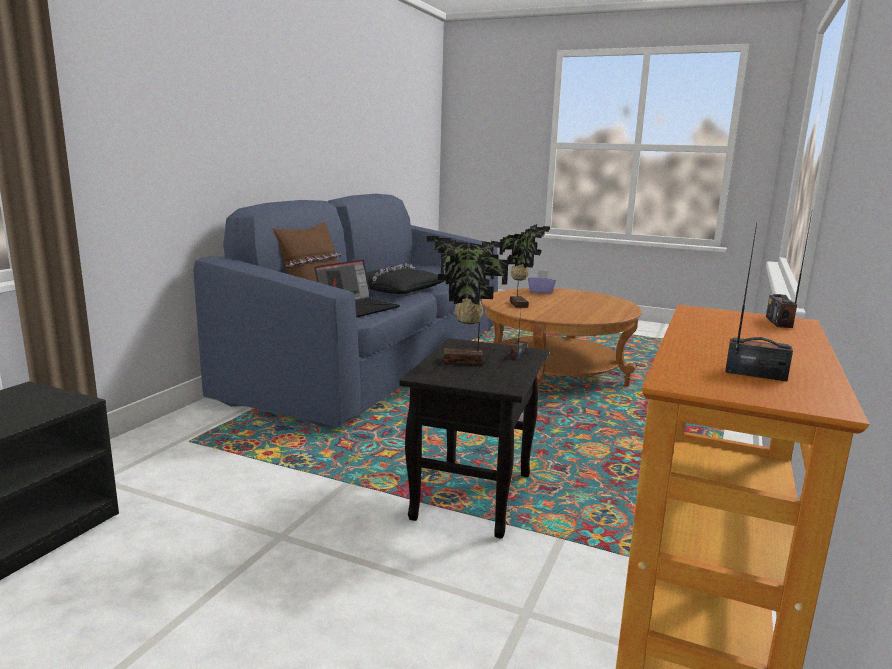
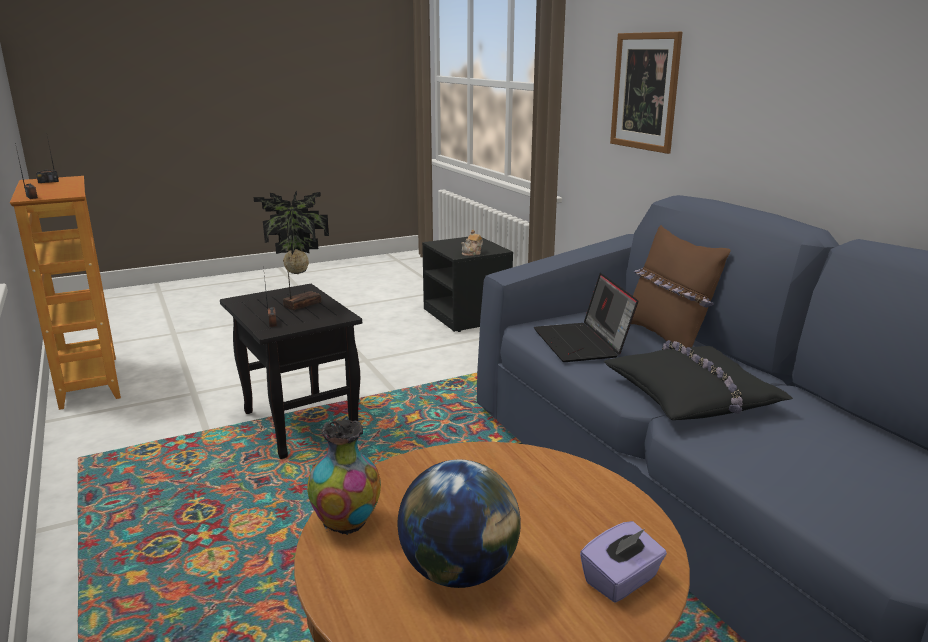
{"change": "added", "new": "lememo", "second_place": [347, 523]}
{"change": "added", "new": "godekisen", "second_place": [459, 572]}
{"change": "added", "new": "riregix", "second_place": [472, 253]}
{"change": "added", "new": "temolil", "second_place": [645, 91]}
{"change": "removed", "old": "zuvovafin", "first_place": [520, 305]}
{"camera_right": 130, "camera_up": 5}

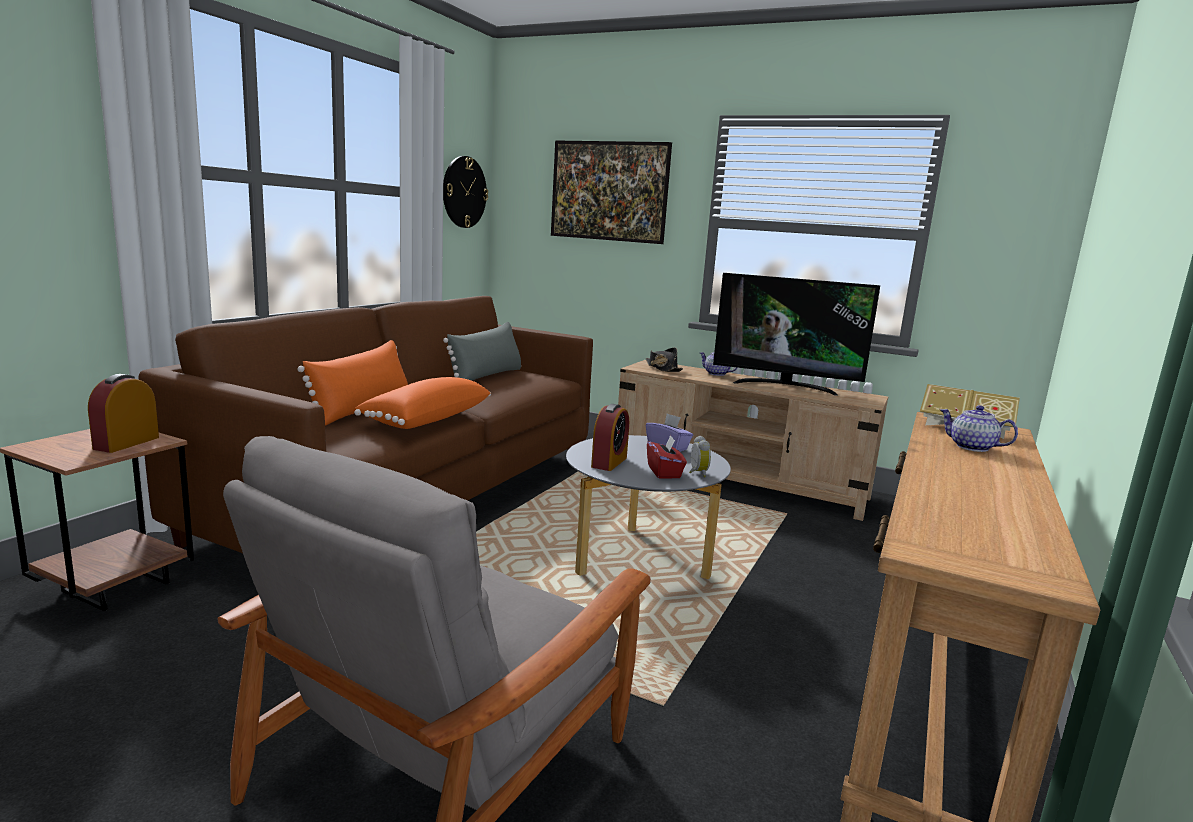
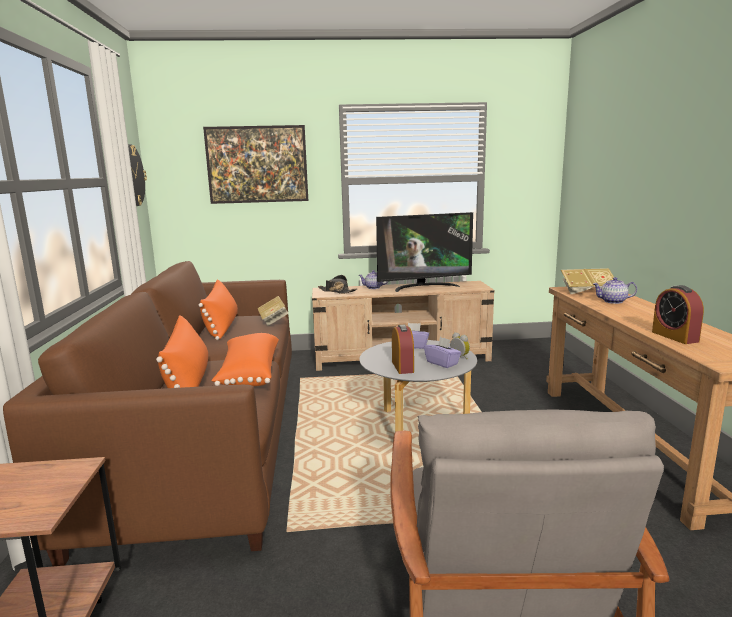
{"change": "recoloured", "old": "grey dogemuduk", "new": "orange dogemuduk", "first_place": [486, 376], "second_place": [222, 326]}
{"change": "added", "new": "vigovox", "second_place": [273, 320]}
{"change": "recoloured", "old": "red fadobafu", "new": "purple fadobafu", "first_place": [664, 472], "second_place": [442, 363]}
{"change": "moved", "old": "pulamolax", "first_place": [126, 443], "second_place": [674, 337]}
{"camera_right": -30, "camera_up": 0}

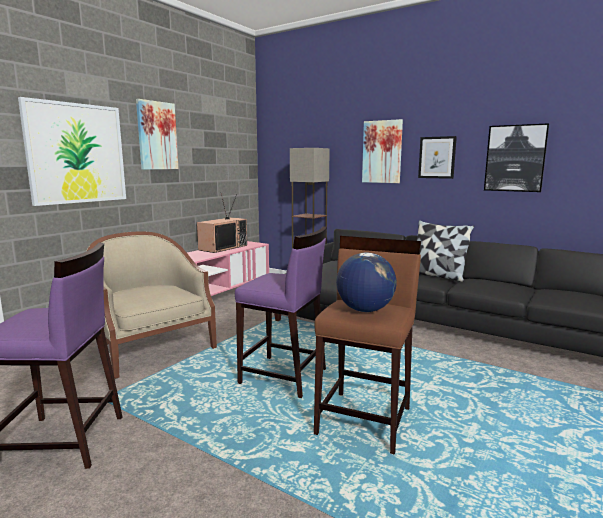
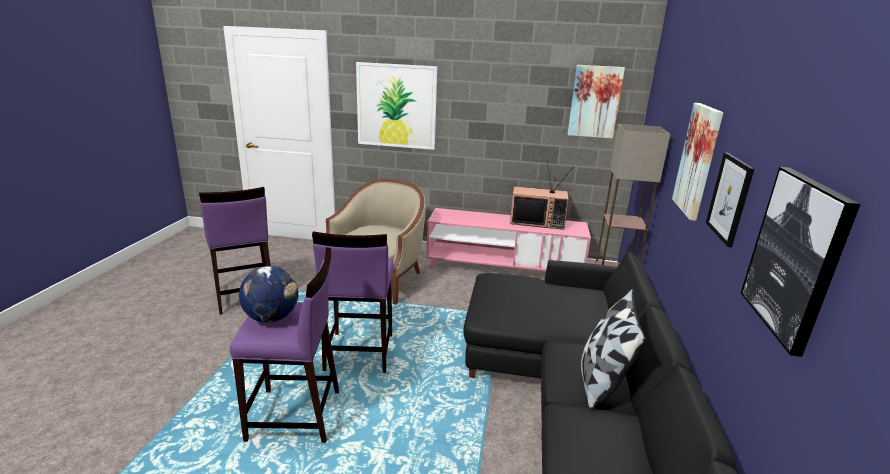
{"change": "recoloured", "old": "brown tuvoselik", "new": "purple tuvoselik", "first_place": [365, 421], "second_place": [295, 416]}
{"change": "moved", "old": "temolil", "first_place": [157, 135], "second_place": [594, 101]}
{"camera_right": 65, "camera_up": 10}

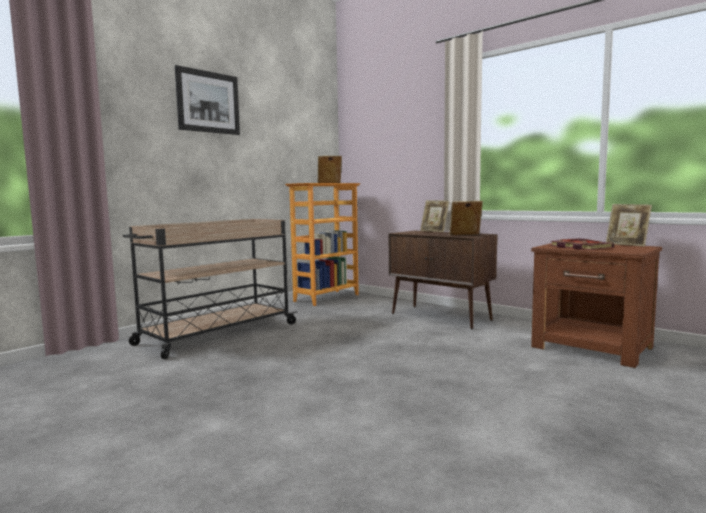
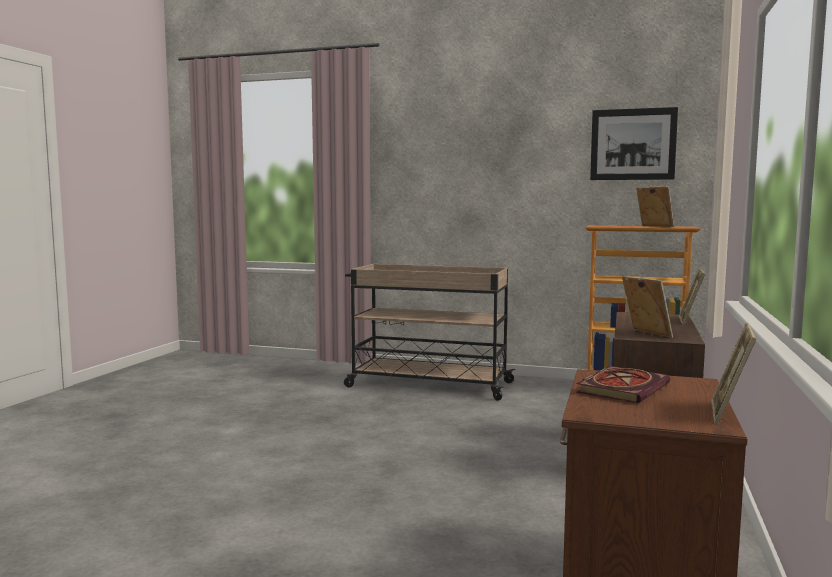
{"change": "moved", "old": "temolil", "first_place": [208, 102], "second_place": [633, 144]}
{"camera_right": 65, "camera_up": 0}

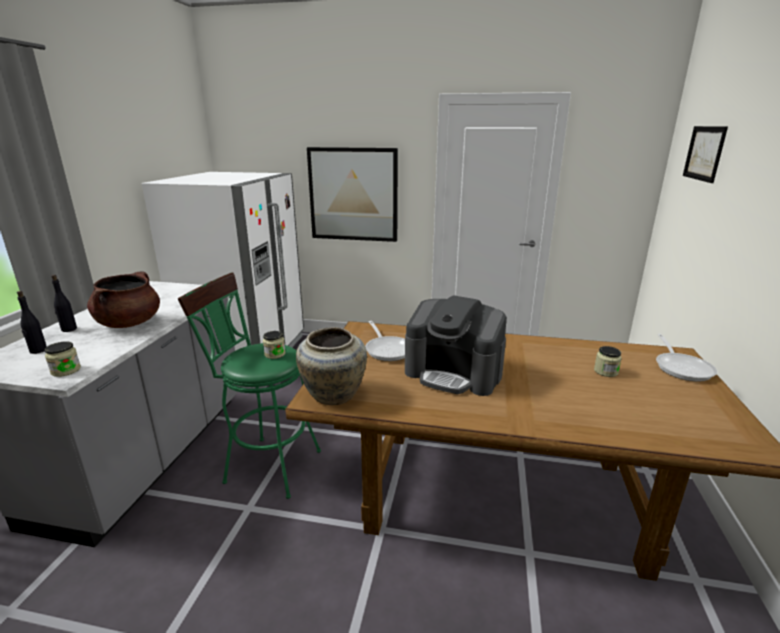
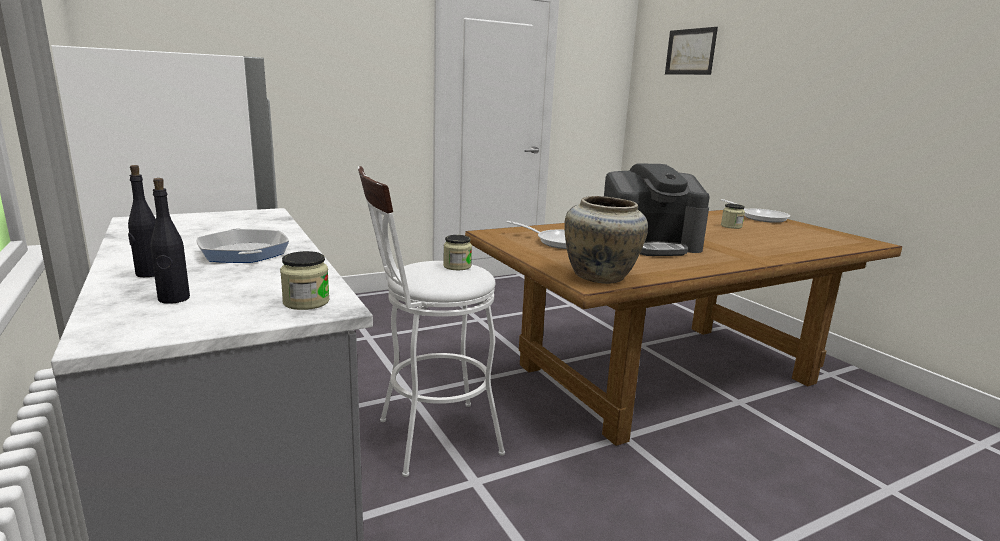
{"change": "replaced", "old": "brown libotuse", "new": "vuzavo", "first_place": [129, 323], "second_place": [244, 253]}
{"change": "recoloured", "old": "green tuvoselik", "new": "white tuvoselik", "first_place": [266, 464], "second_place": [428, 439]}
{"change": "removed", "old": "temolil", "first_place": [353, 194]}
{"camera_right": -40, "camera_up": -5}

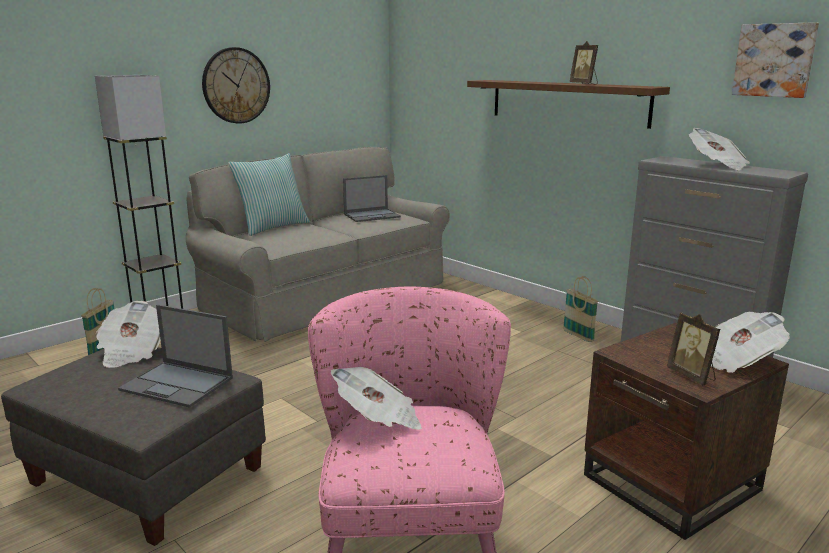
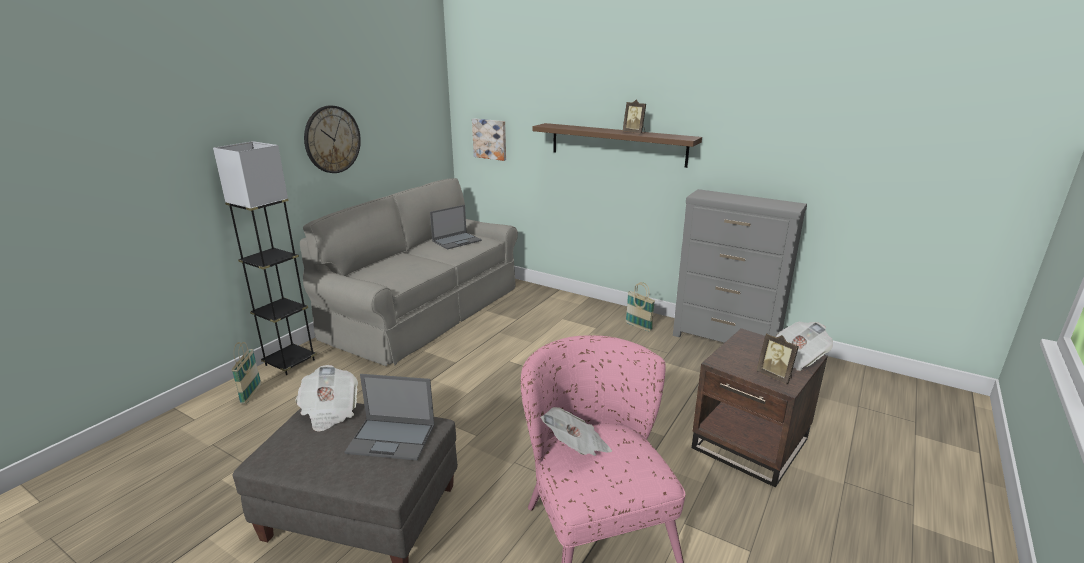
{"change": "moved", "old": "temolil", "first_place": [774, 60], "second_place": [490, 139]}
{"change": "removed", "old": "dogemuduk", "first_place": [272, 227]}
{"change": "removed", "old": "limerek", "first_place": [717, 165]}
{"camera_right": -15, "camera_up": 5}

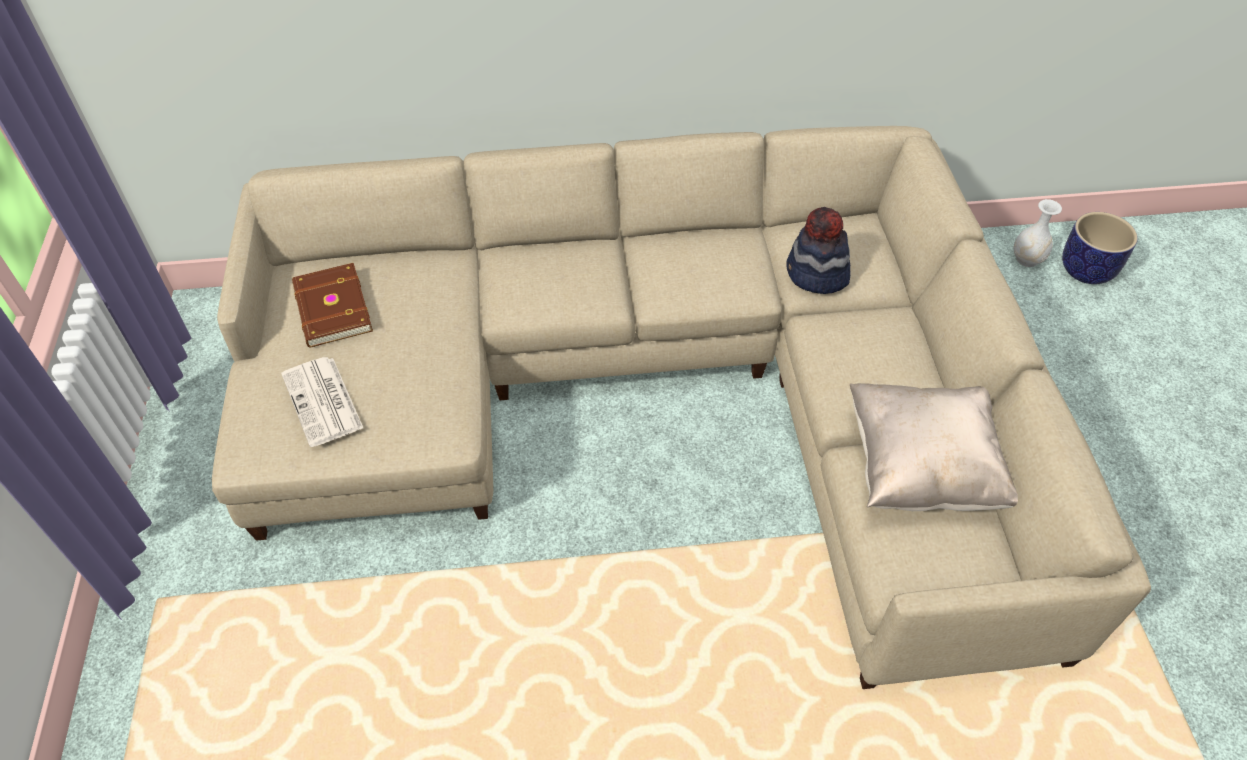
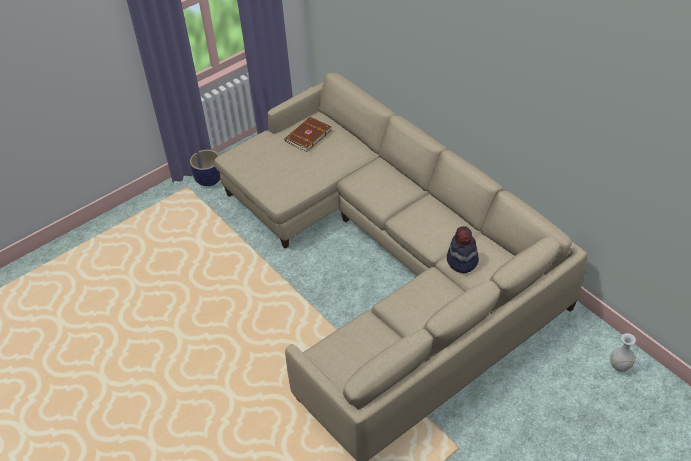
{"change": "moved", "old": "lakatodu", "first_place": [1086, 270], "second_place": [209, 179]}
{"change": "removed", "old": "limerek", "first_place": [323, 402]}
{"change": "removed", "old": "beige dogemuduk", "first_place": [921, 468]}
{"camera_right": 60, "camera_up": -5}

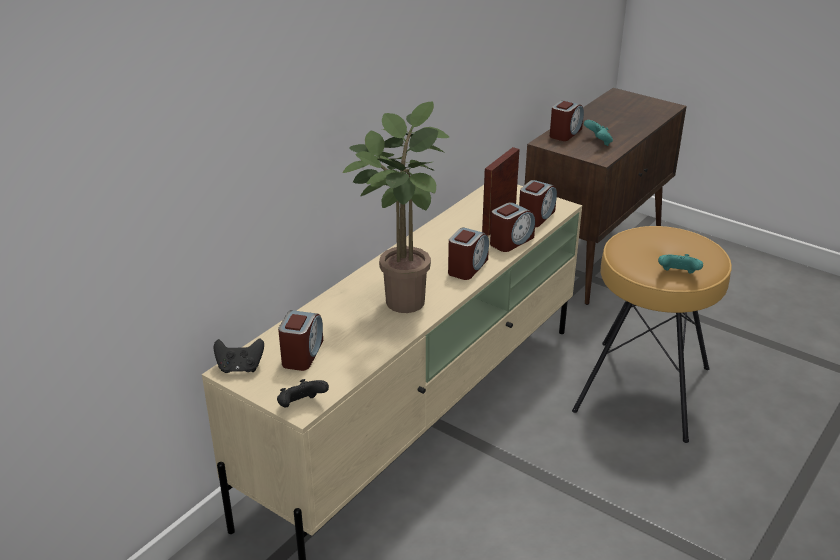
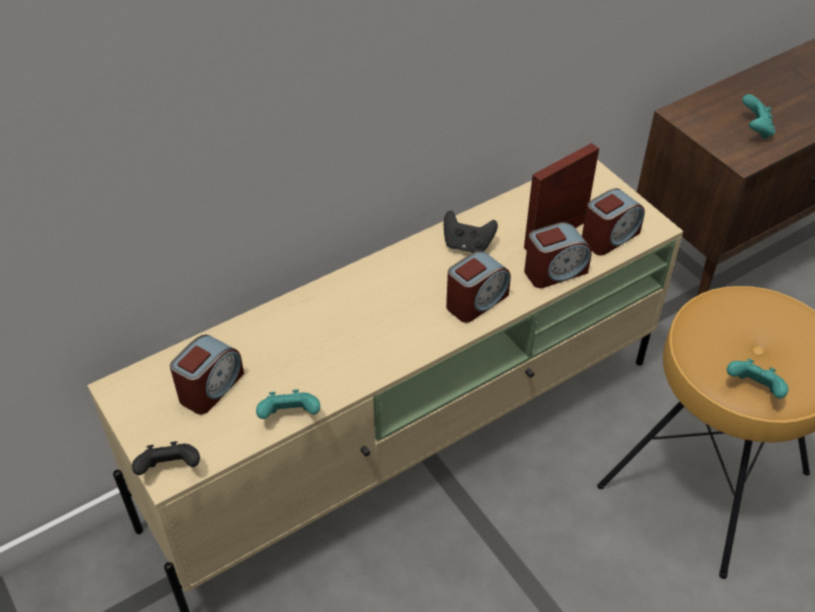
{"change": "added", "new": "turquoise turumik", "second_place": [290, 416]}
{"change": "moved", "old": "black turumik", "first_place": [240, 368], "second_place": [467, 245]}
{"change": "removed", "old": "zuvovafin", "first_place": [401, 298]}
{"change": "removed", "old": "pulamolax", "first_place": [565, 133]}
{"camera_right": 20, "camera_up": 15}

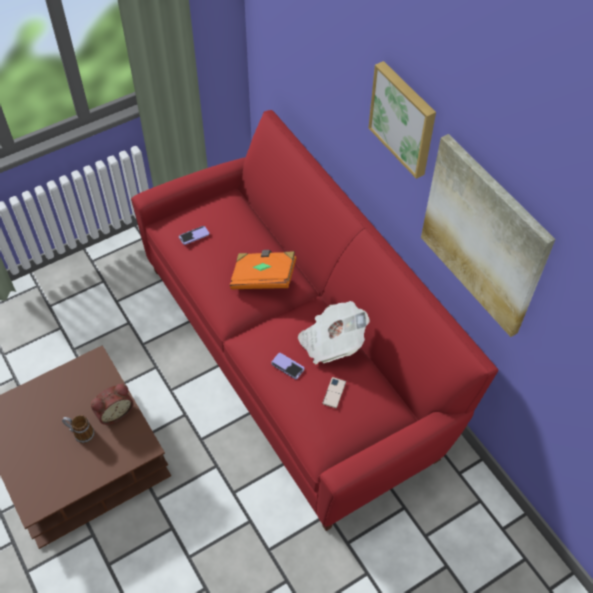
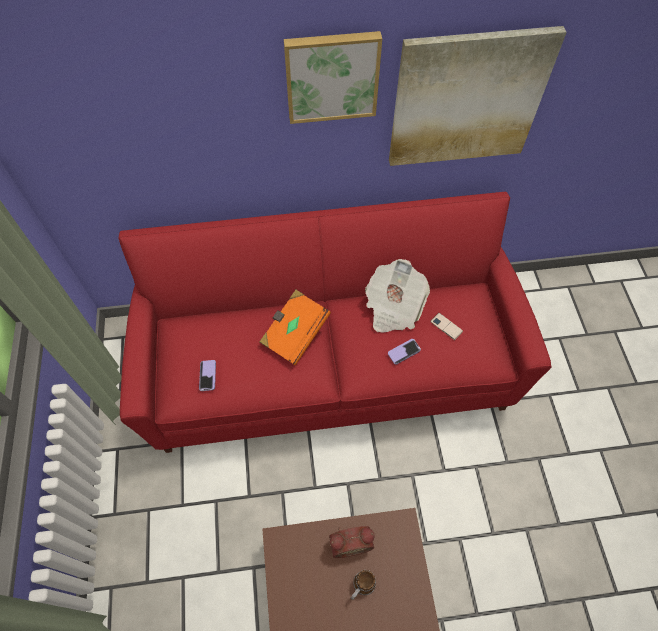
{"change": "turned", "old": "pulamolax", "first_place": [114, 412], "second_place": [350, 542], "degrees": 90}
{"camera_right": -65, "camera_up": 5}

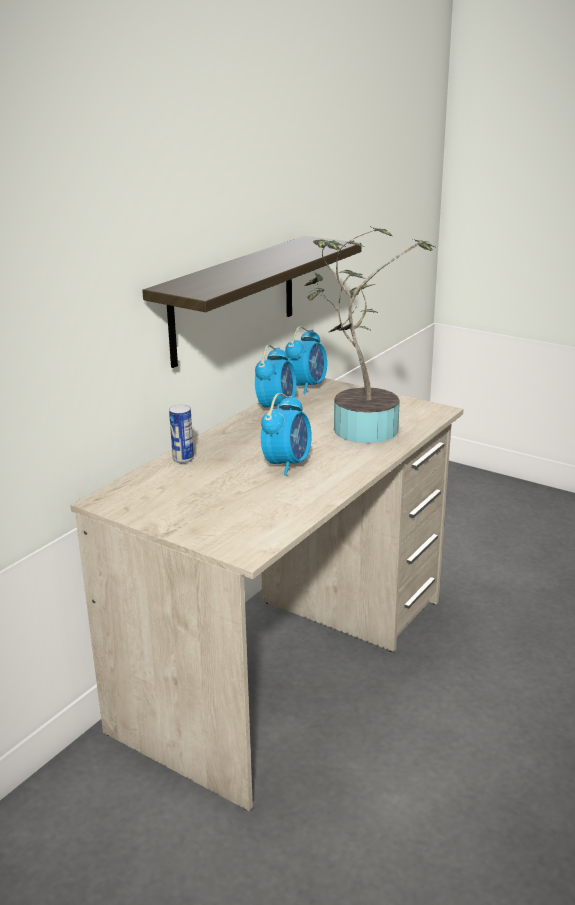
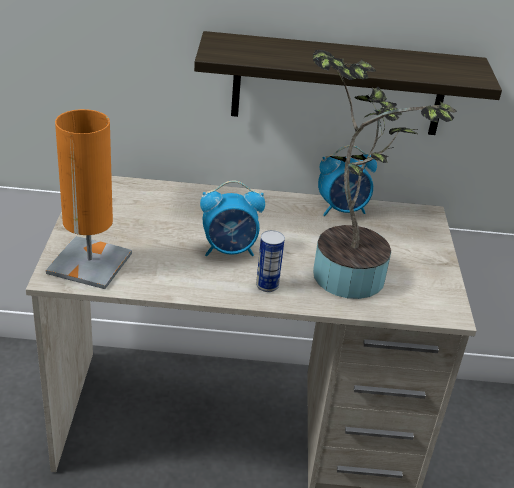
{"change": "added", "new": "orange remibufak", "second_place": [90, 263]}
{"change": "moved", "old": "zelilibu", "first_place": [183, 459], "second_place": [267, 285]}
{"change": "removed", "old": "pulamolax", "first_place": [306, 386]}
{"camera_right": 55, "camera_up": 10}

